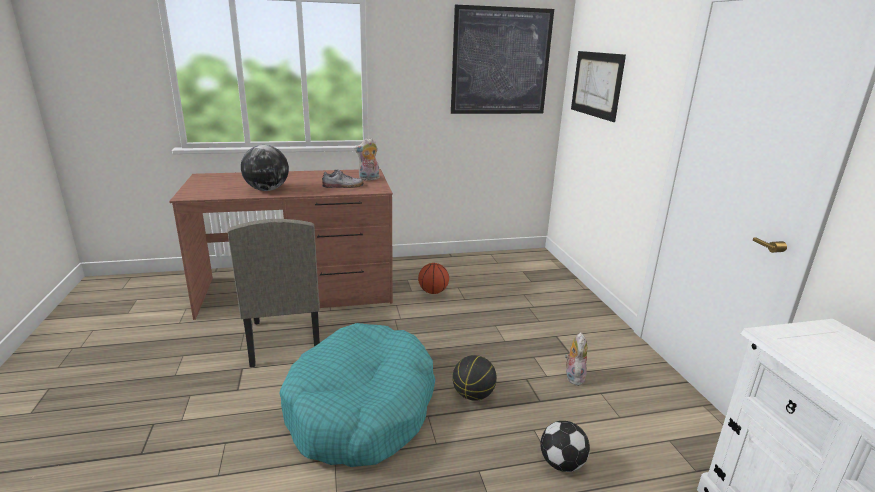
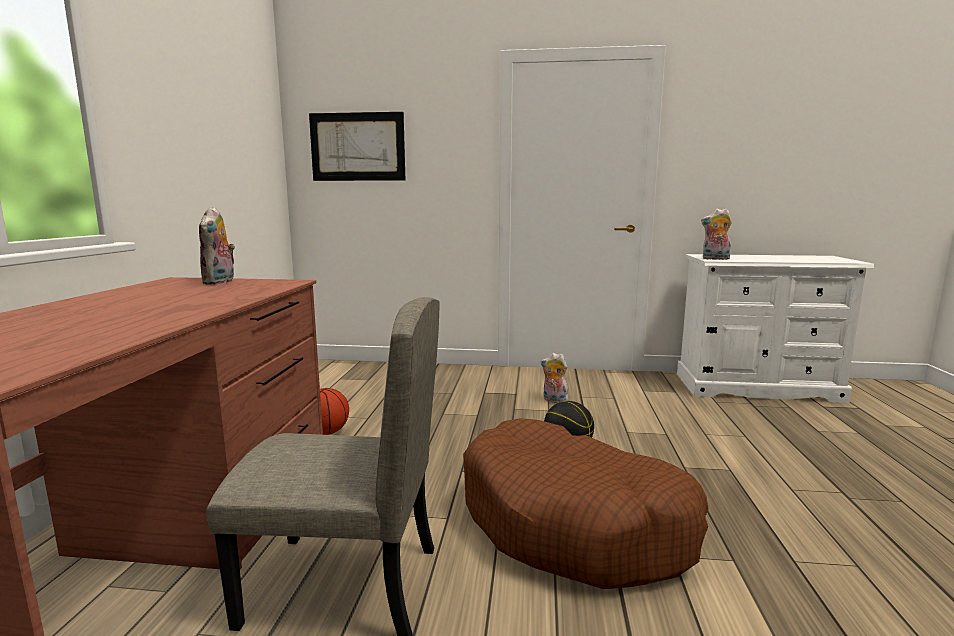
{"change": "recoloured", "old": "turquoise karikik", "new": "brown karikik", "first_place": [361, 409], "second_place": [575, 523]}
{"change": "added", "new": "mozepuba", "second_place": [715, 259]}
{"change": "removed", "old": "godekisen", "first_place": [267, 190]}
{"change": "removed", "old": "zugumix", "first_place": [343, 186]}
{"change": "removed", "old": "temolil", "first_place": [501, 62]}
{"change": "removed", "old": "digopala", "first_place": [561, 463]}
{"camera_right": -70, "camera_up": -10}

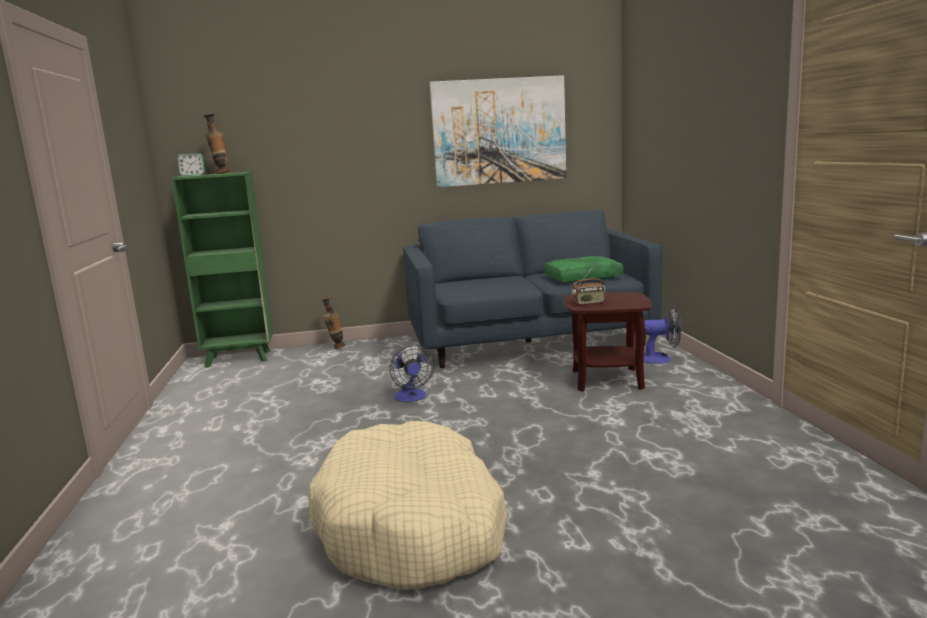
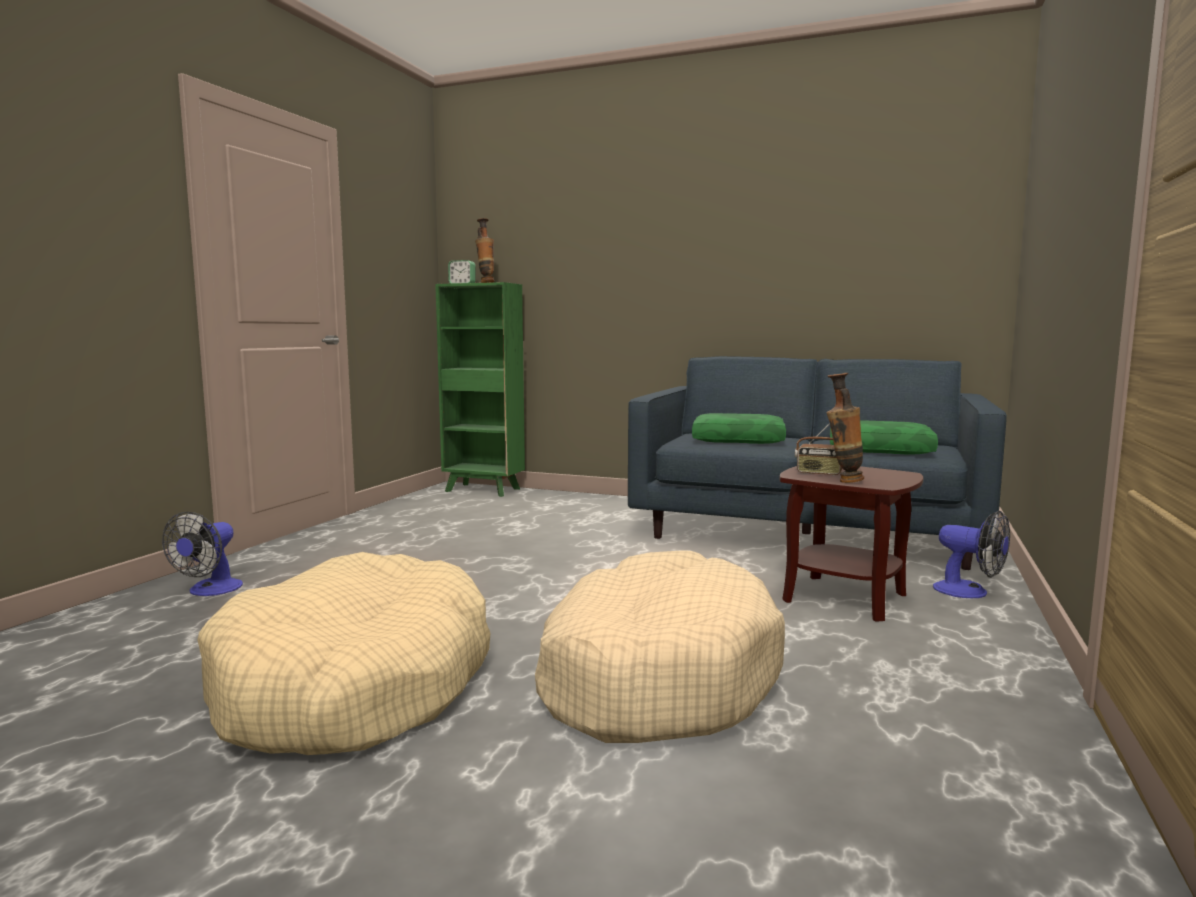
{"change": "moved", "old": "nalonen", "first_place": [411, 398], "second_place": [210, 591]}
{"change": "added", "new": "beige karikik", "second_place": [655, 675]}
{"change": "added", "new": "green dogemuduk", "second_place": [739, 440]}
{"change": "moved", "old": "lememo", "first_place": [335, 348], "second_place": [843, 481]}
{"change": "removed", "old": "temolil", "first_place": [499, 131]}
{"camera_right": 30, "camera_up": -5}

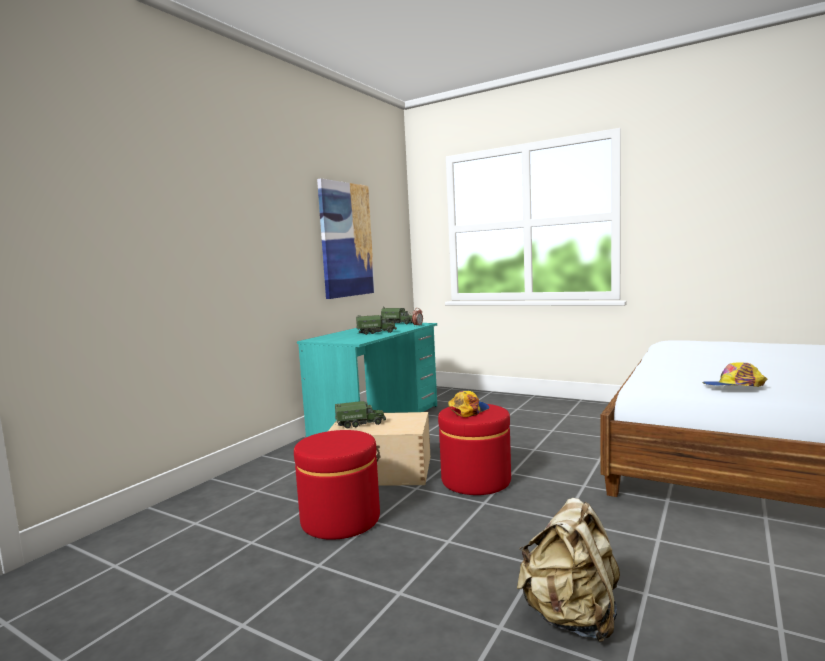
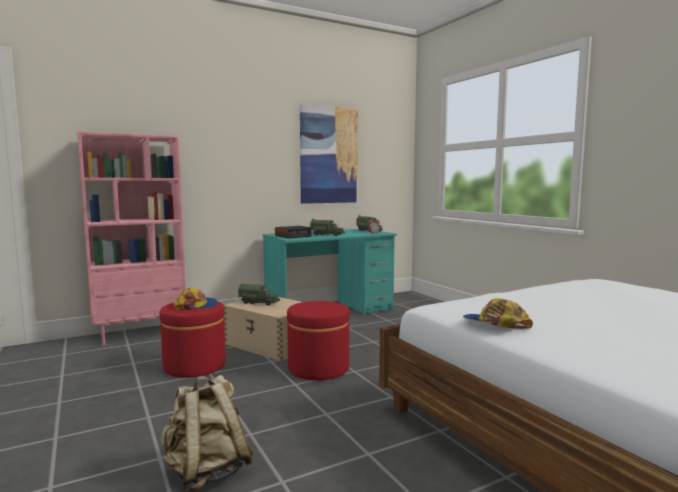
{"change": "added", "new": "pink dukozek", "second_place": [141, 334]}
{"change": "moved", "old": "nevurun", "first_place": [468, 410], "second_place": [196, 305]}
{"change": "added", "new": "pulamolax", "second_place": [293, 236]}
{"camera_right": 30, "camera_up": 0}

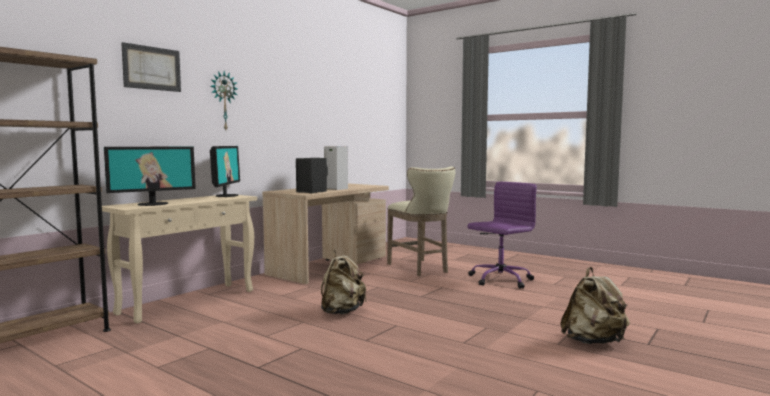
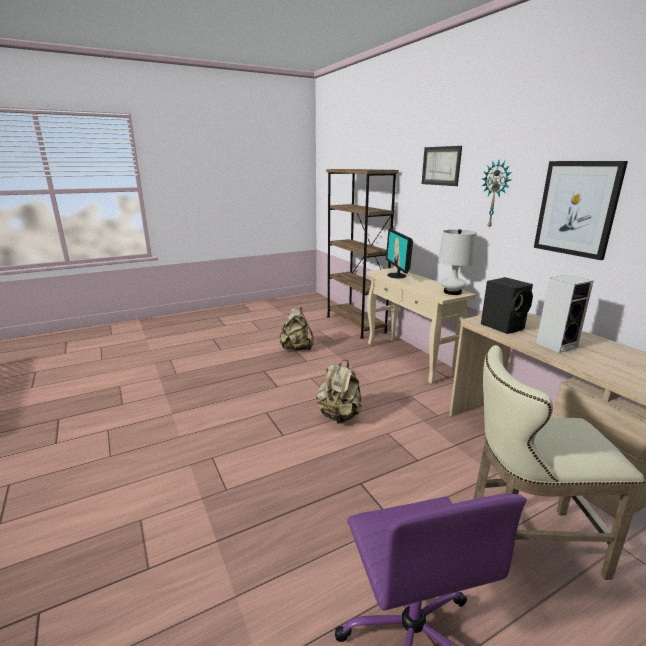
{"change": "moved", "old": "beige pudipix", "first_place": [593, 342], "second_place": [296, 348]}
{"change": "replaced", "old": "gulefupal", "new": "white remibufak", "first_place": [226, 195], "second_place": [452, 292]}
{"change": "added", "new": "temolil", "second_place": [577, 208]}
{"camera_right": 115, "camera_up": 15}

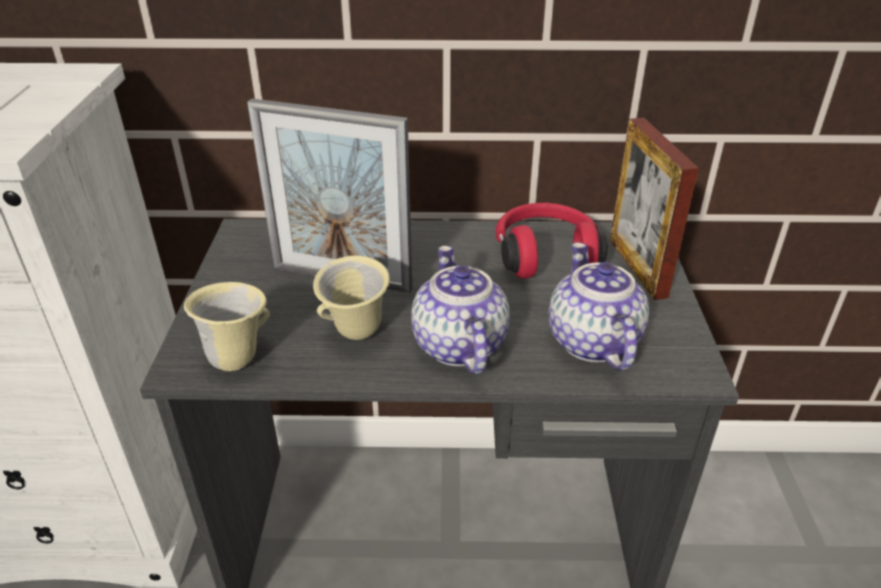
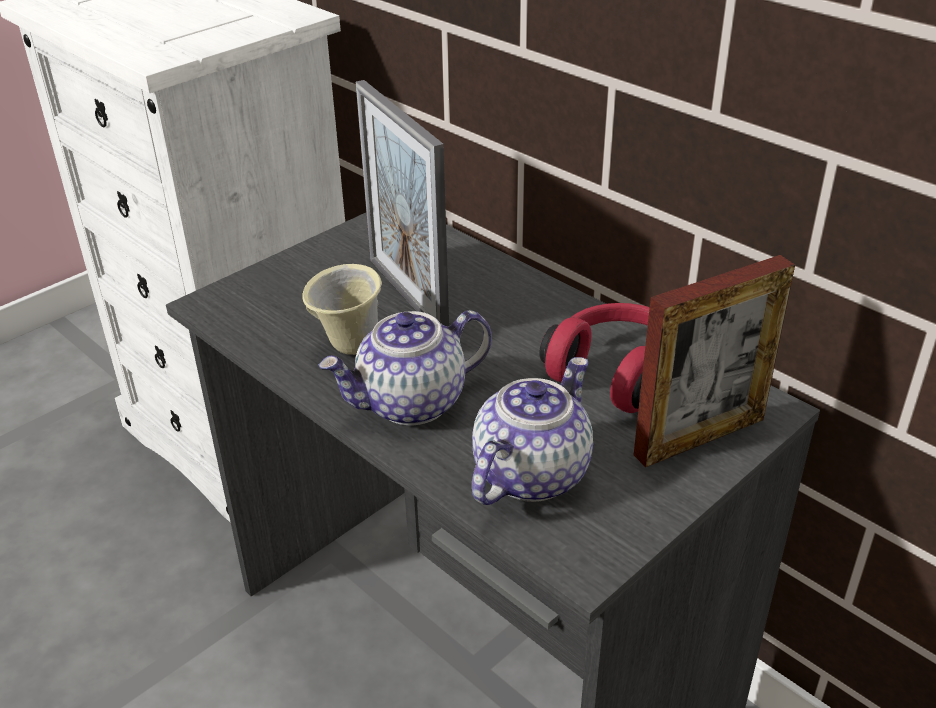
{"change": "turned", "old": "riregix", "first_place": [457, 345], "second_place": [411, 403], "degrees": -150}
{"change": "turned", "old": "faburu", "first_place": [637, 267], "second_place": [699, 437], "degrees": -150}
{"change": "removed", "old": "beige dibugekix", "first_place": [237, 357]}
{"camera_right": 45, "camera_up": 0}

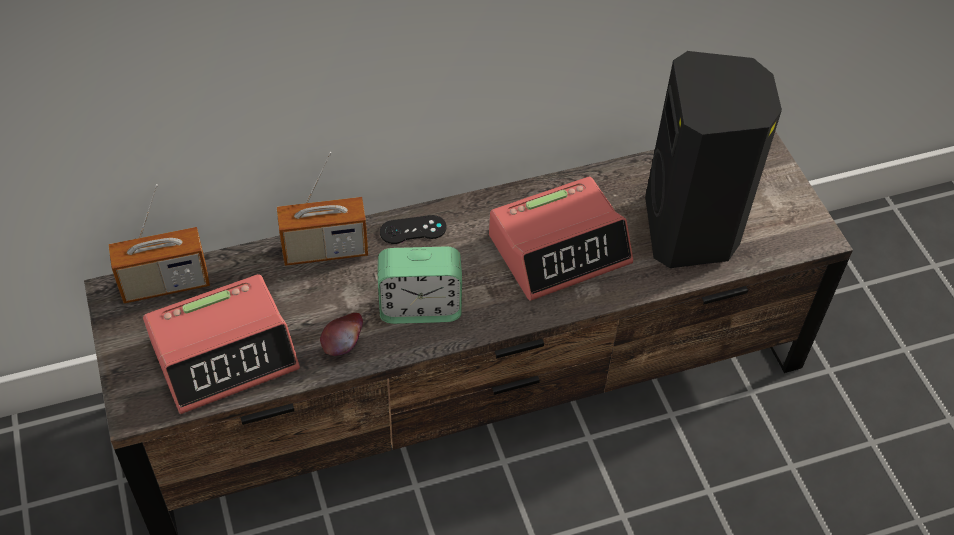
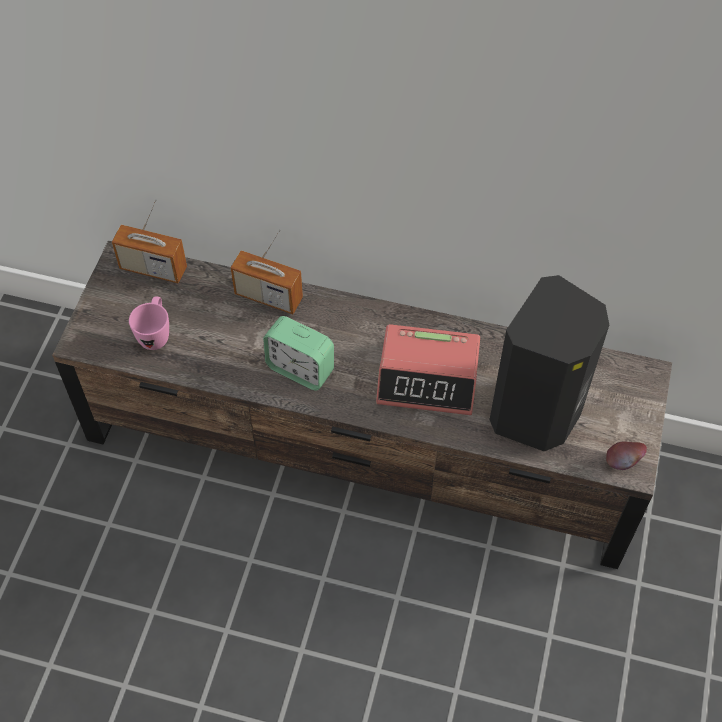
{"change": "replaced", "old": "pulamolax", "new": "pink dibugekix", "first_place": [225, 353], "second_place": [156, 334]}
{"change": "moved", "old": "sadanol", "first_place": [343, 346], "second_place": [622, 462]}
{"change": "removed", "old": "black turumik", "first_place": [413, 230]}
{"camera_right": 35, "camera_up": 5}

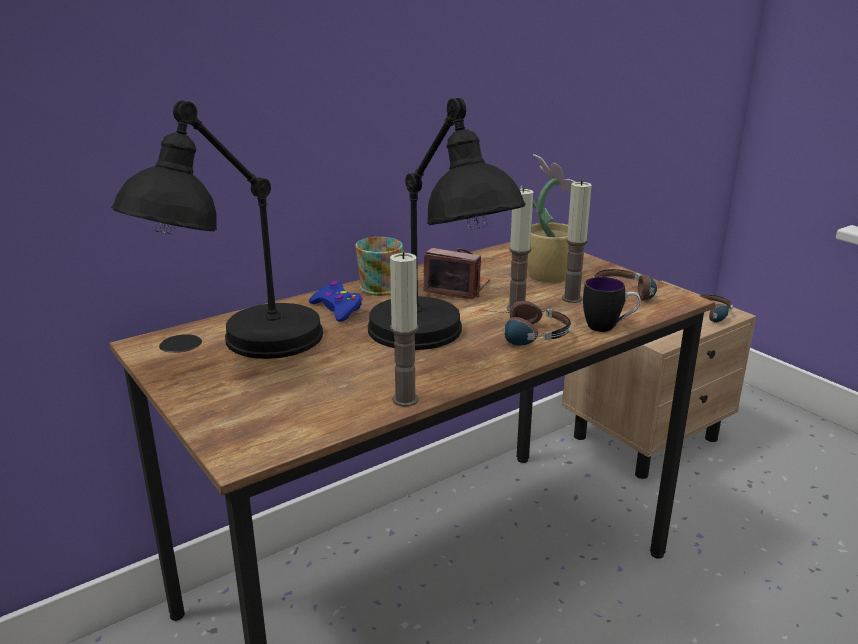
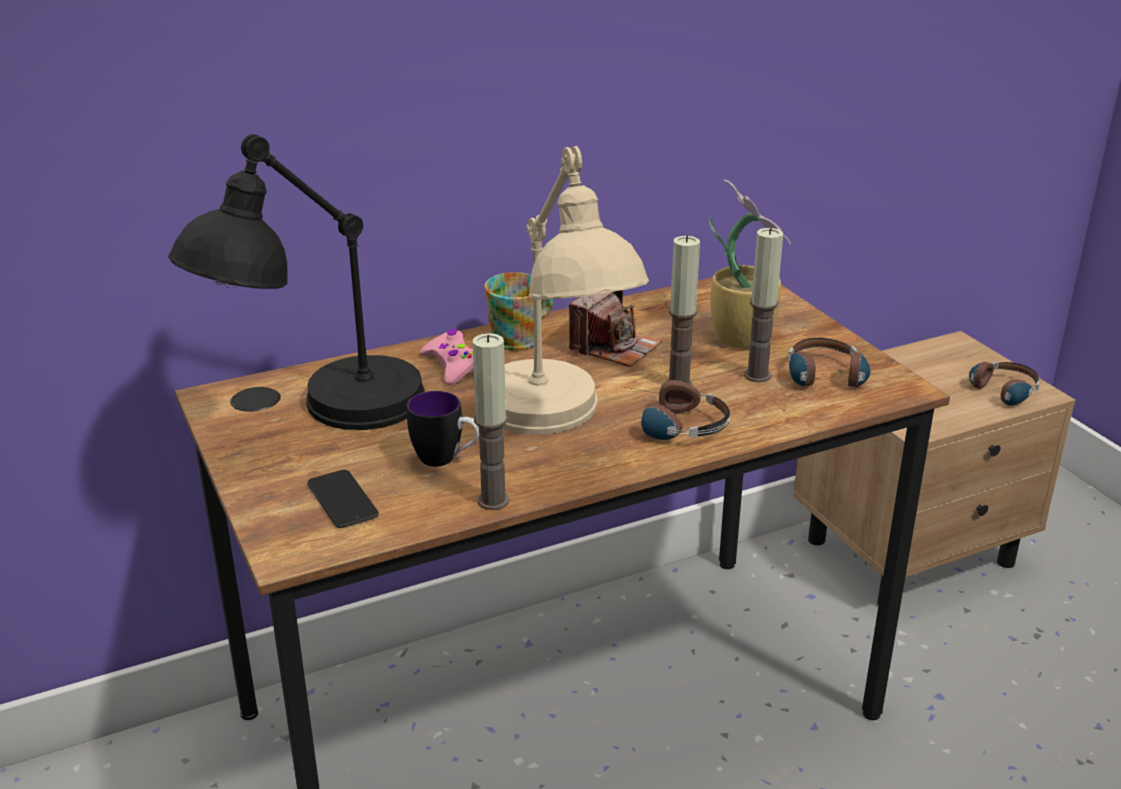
{"change": "added", "new": "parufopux", "second_place": [342, 500]}
{"change": "moved", "old": "dibugekix", "first_place": [608, 327], "second_place": [446, 460]}
{"change": "recoloured", "old": "blue turumik", "new": "pink turumik", "first_place": [337, 309], "second_place": [452, 366]}
{"change": "recoloured", "old": "black remibufak", "new": "beige remibufak", "first_place": [438, 346], "second_place": [558, 430]}
{"change": "turned", "old": "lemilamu", "first_place": [457, 288], "second_place": [614, 347], "degrees": 90}
{"camera_right": 10, "camera_up": 5}

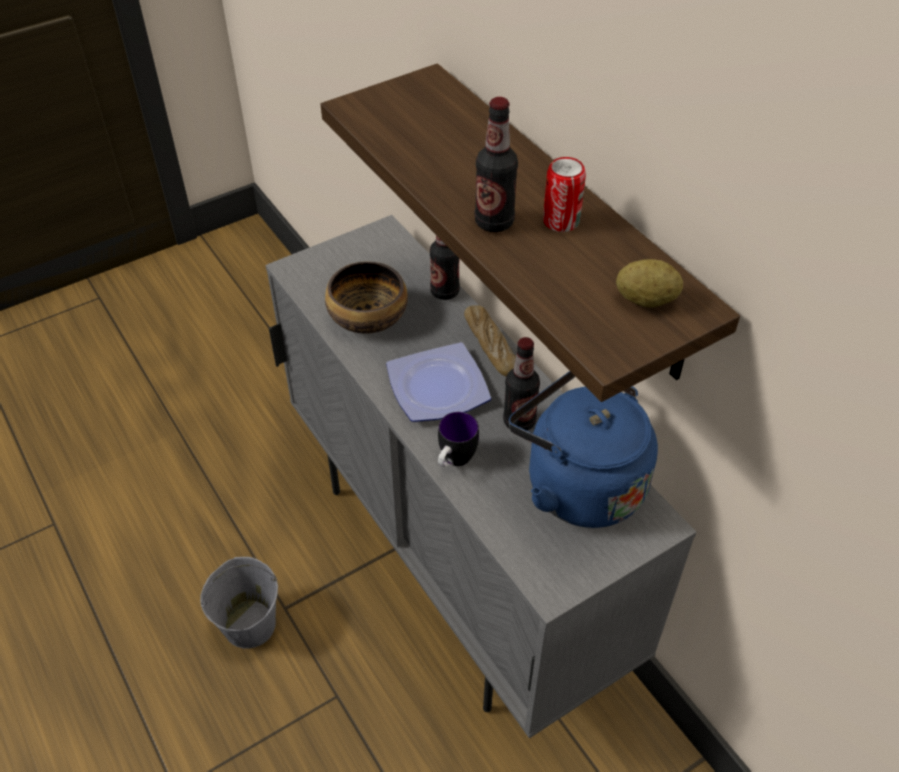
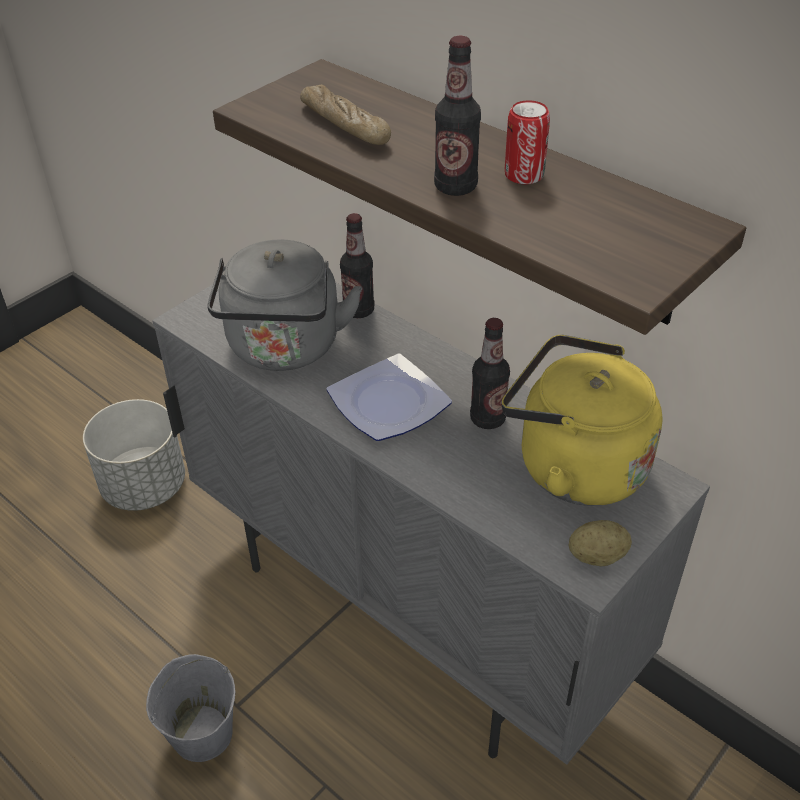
{"change": "added", "new": "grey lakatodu", "second_place": [144, 486]}
{"change": "replaced", "old": "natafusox", "new": "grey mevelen", "first_place": [367, 316], "second_place": [284, 349]}
{"change": "moved", "old": "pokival", "first_place": [490, 346], "second_place": [344, 126]}
{"change": "recoloured", "old": "blue mevelen", "new": "yellow mevelen", "first_place": [578, 483], "second_place": [573, 466]}
{"change": "moved", "old": "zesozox", "first_place": [646, 300], "second_place": [597, 556]}
{"change": "removed", "old": "dibugekix", "first_place": [454, 462]}
{"camera_right": -15, "camera_up": -5}

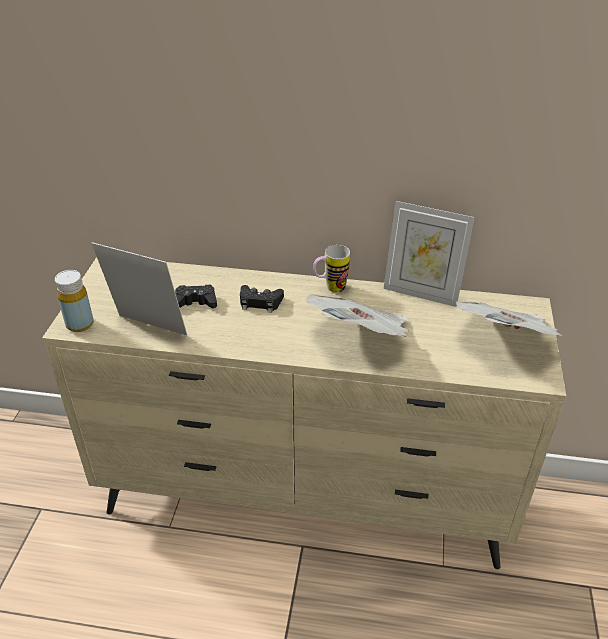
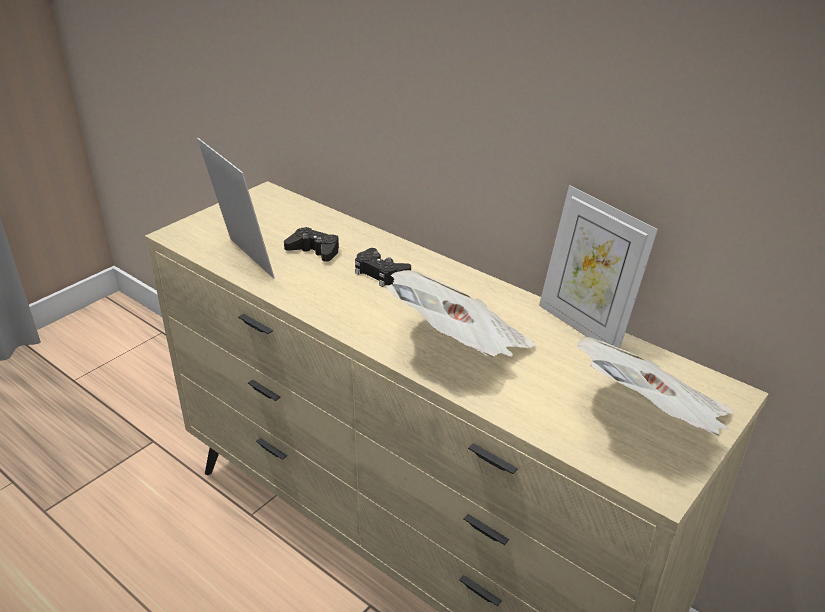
{"change": "removed", "old": "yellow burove", "first_place": [80, 324]}
{"change": "removed", "old": "dibugekix", "first_place": [330, 288]}
{"camera_right": 30, "camera_up": -5}

